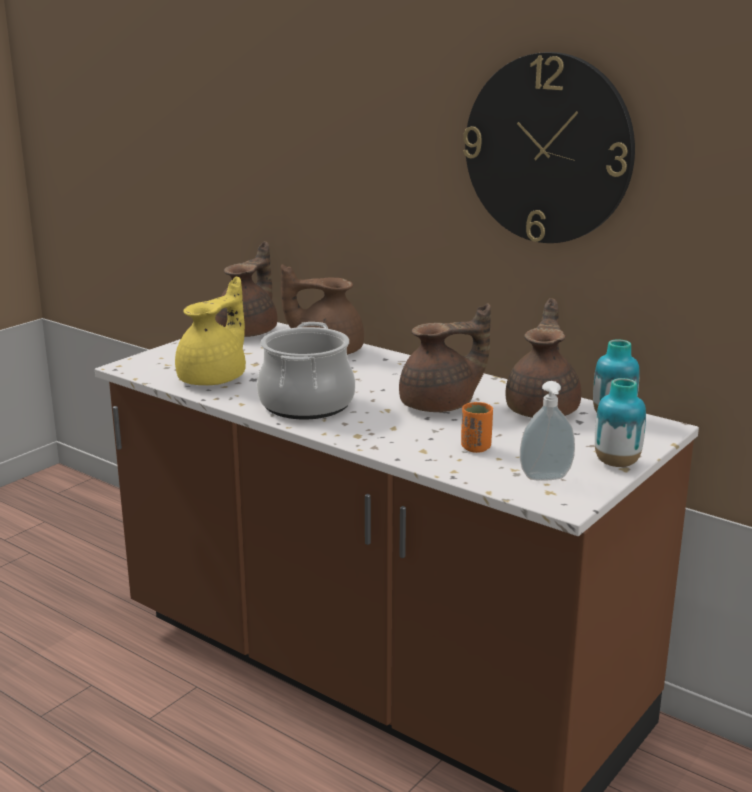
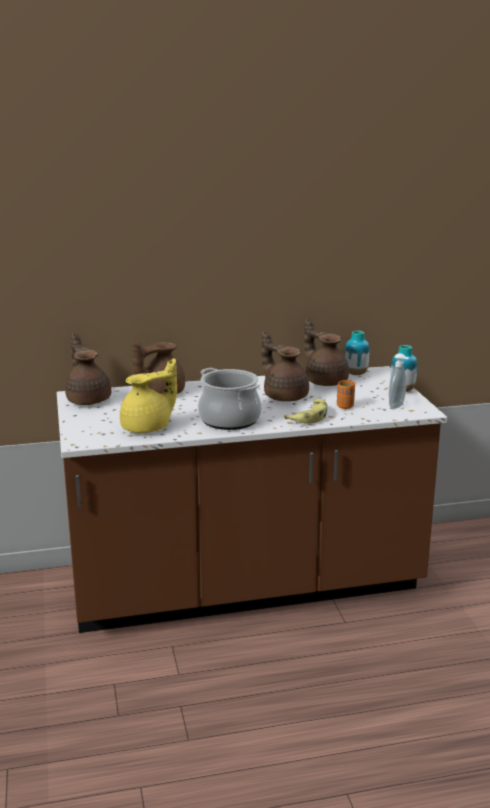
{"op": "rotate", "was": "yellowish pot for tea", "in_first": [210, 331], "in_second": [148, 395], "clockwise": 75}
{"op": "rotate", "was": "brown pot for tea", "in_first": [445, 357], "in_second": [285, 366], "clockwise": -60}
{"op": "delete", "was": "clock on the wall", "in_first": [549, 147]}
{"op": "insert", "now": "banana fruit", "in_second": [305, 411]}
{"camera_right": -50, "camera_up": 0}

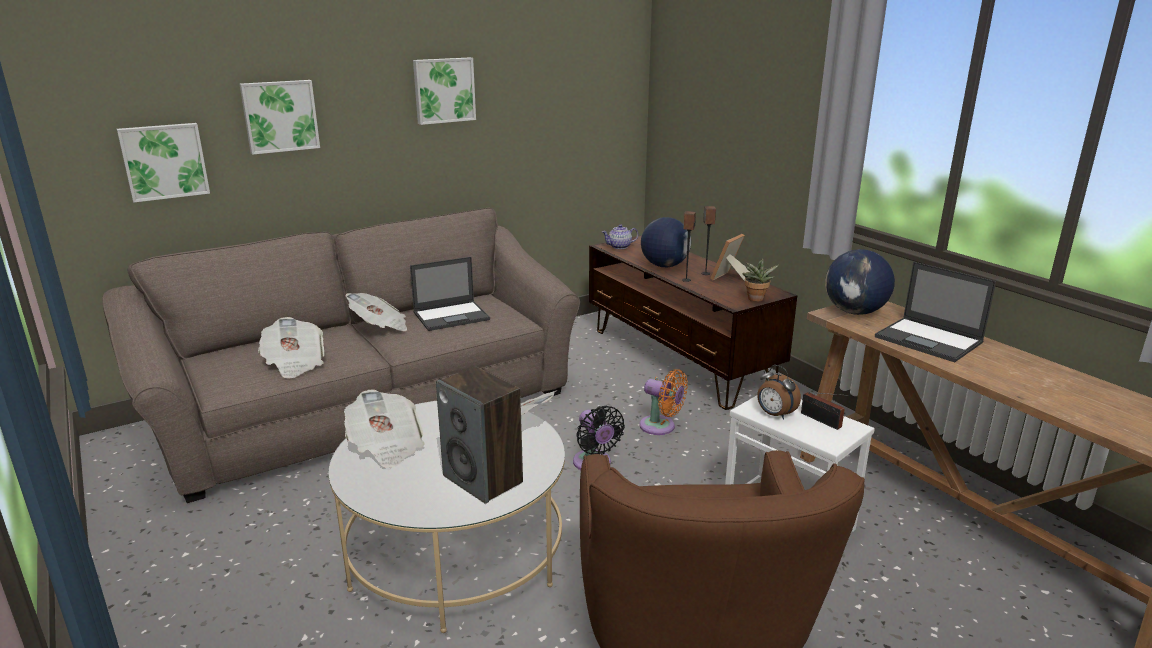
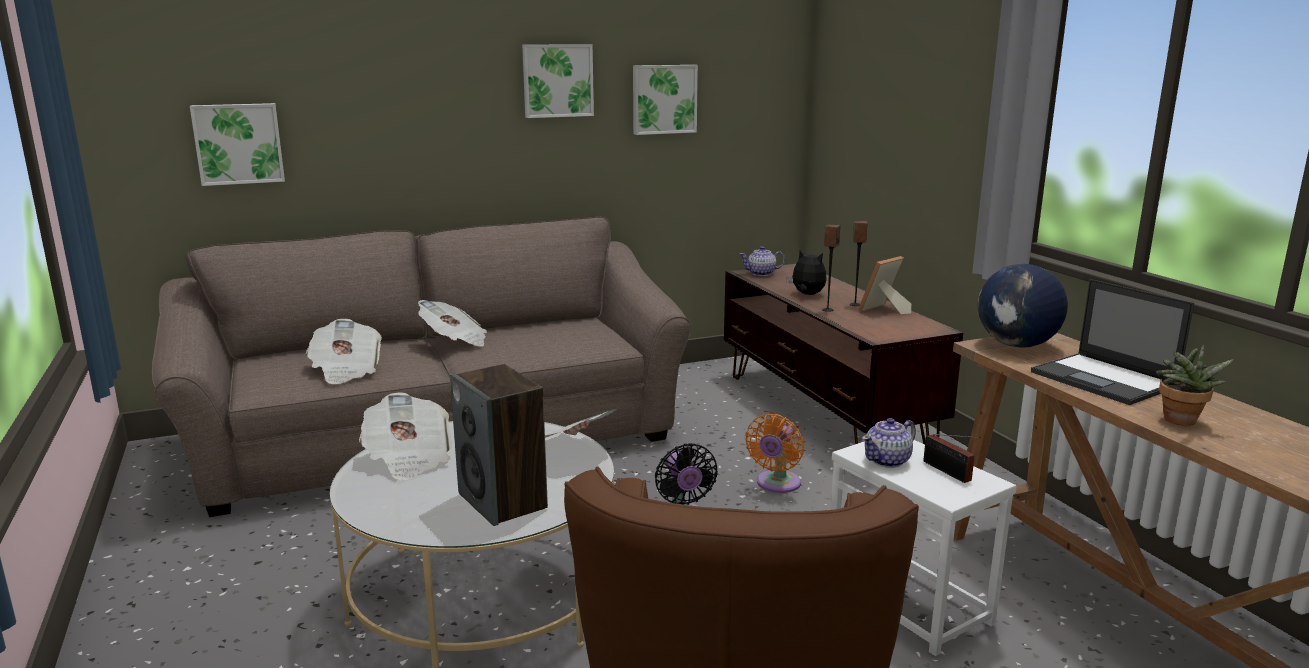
{"op": "move", "was": "wall picture", "in_first": [280, 117], "in_second": [665, 100]}
{"op": "delete", "was": "notebook computer", "in_first": [450, 294]}
{"op": "rotate", "was": "orange cooling fan", "in_first": [664, 402], "in_second": [774, 453], "clockwise": 75}
{"op": "replace", "was": "world globe", "now": "plush toy", "in_first": [666, 242], "in_second": [806, 272]}
{"op": "move", "was": "houseplant", "in_first": [761, 280], "in_second": [1195, 385]}
{"op": "replace", "was": "bedside clock", "now": "pot for tea", "in_first": [779, 392], "in_second": [889, 443]}
{"camera_right": 10, "camera_up": -5}

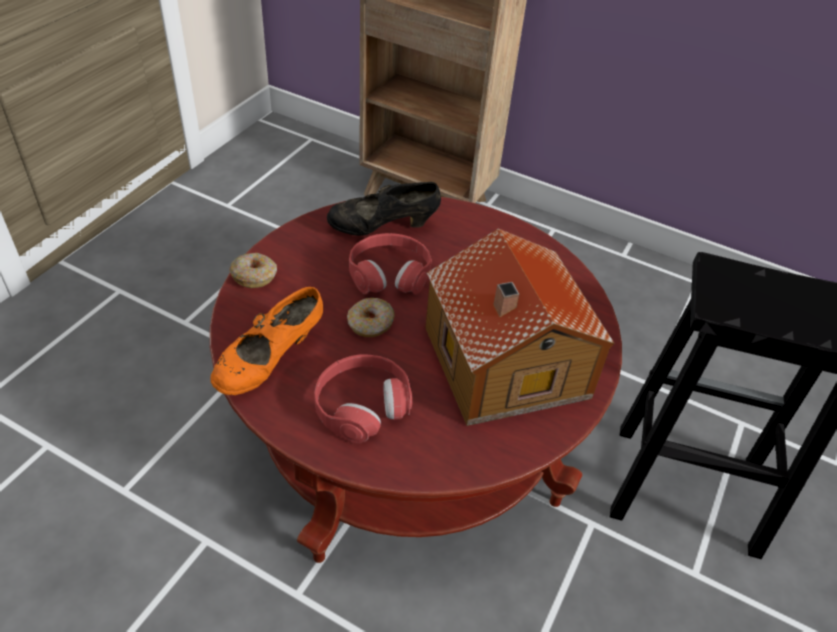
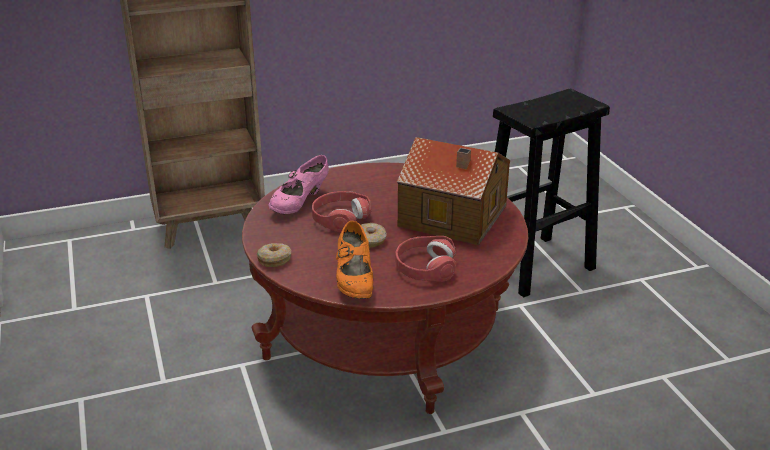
{"op": "recolor", "was": "black-coloured item of footwear", "now": "pinkish item of footwear", "in_first": [384, 209], "in_second": [298, 184]}
{"camera_right": -45, "camera_up": -15}

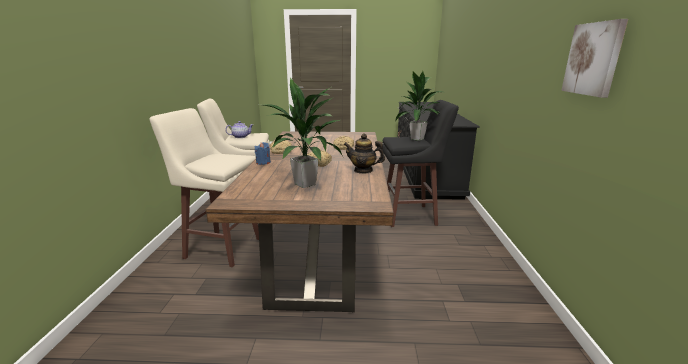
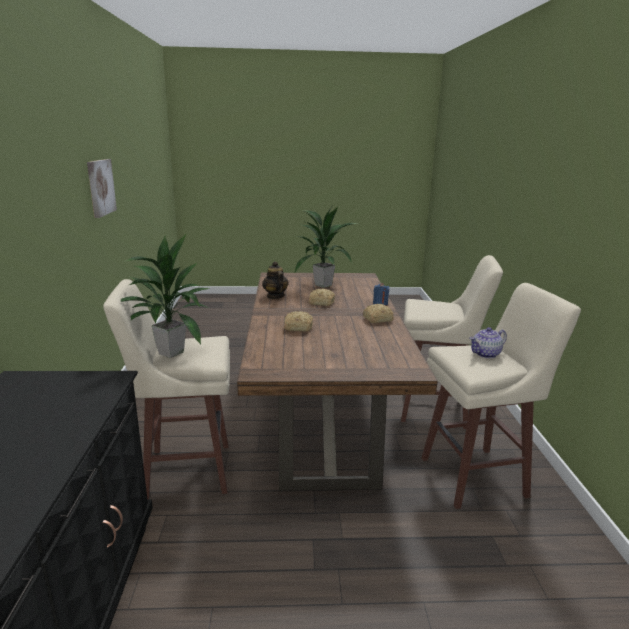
{"op": "rotate", "was": "pot for tea", "in_first": [364, 154], "in_second": [275, 280], "clockwise": -120}
{"op": "recolor", "was": "black-coloured stool seat", "now": "beige stool seat", "in_first": [421, 163], "in_second": [166, 389]}
{"camera_right": 175, "camera_up": 0}

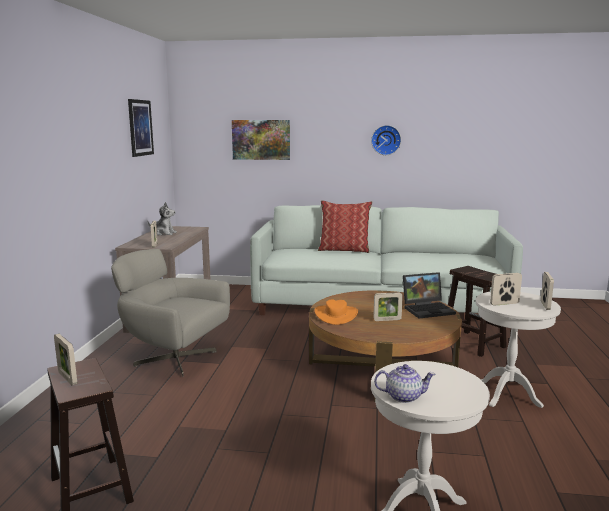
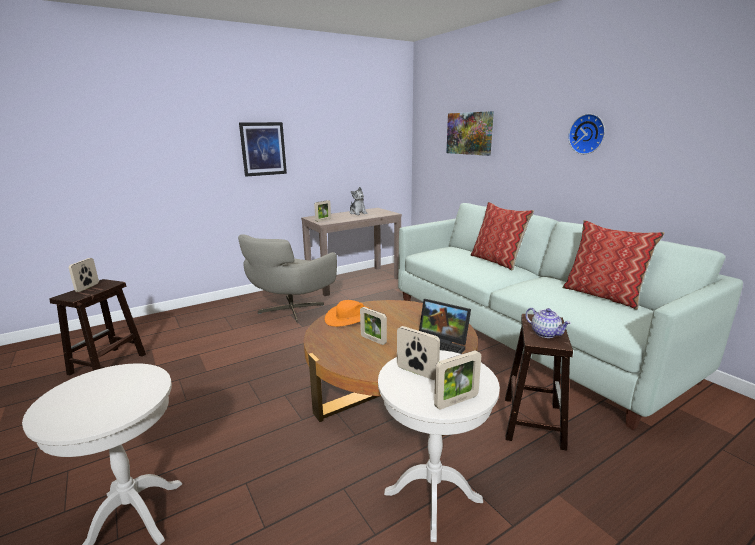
{"op": "rotate", "was": "gray armchair", "in_first": [170, 313], "in_second": [287, 278], "clockwise": -135}
{"op": "move", "was": "wall picture", "in_first": [141, 128], "in_second": [263, 149]}
{"op": "move", "was": "pot for tea", "in_first": [405, 383], "in_second": [548, 323]}
{"op": "insert", "now": "pillow", "in_second": [613, 265]}
{"camera_right": 50, "camera_up": 5}

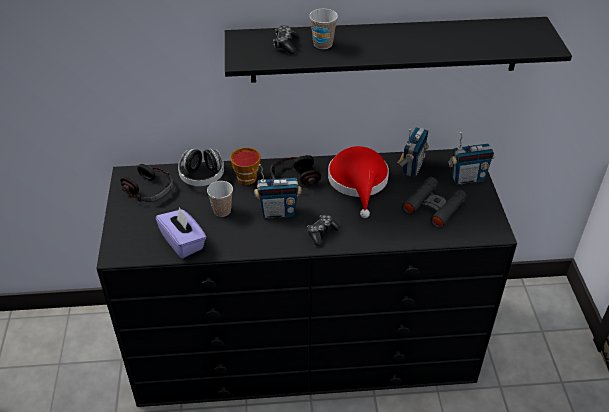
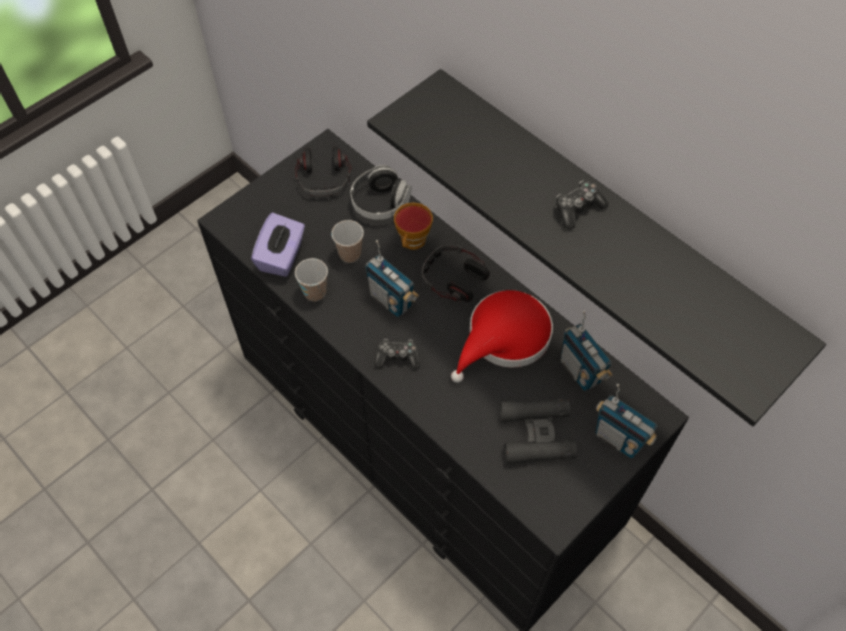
{"op": "move", "was": "joypad", "in_first": [286, 40], "in_second": [582, 205]}
{"op": "move", "was": "small cup", "in_first": [323, 29], "in_second": [311, 279]}
{"op": "rotate", "was": "radio receiver", "in_first": [413, 152], "in_second": [586, 351], "clockwise": 75}
{"camera_right": 50, "camera_up": 15}

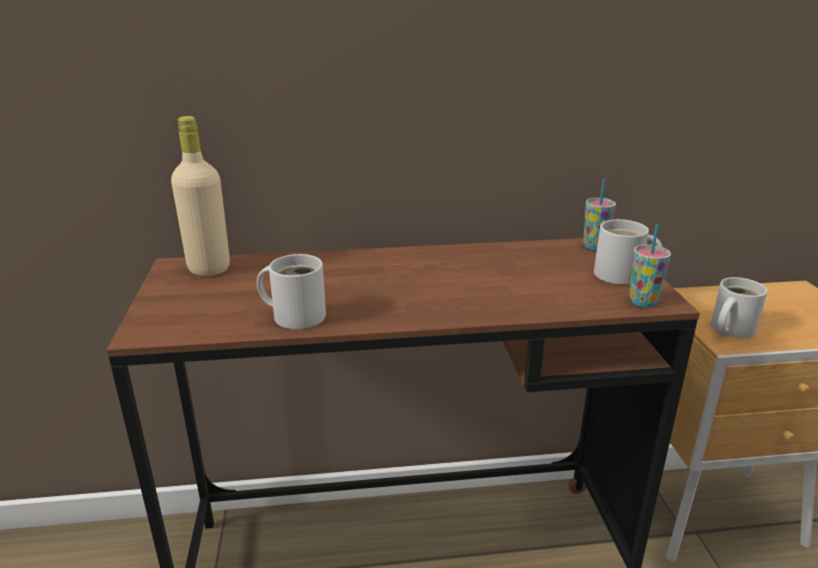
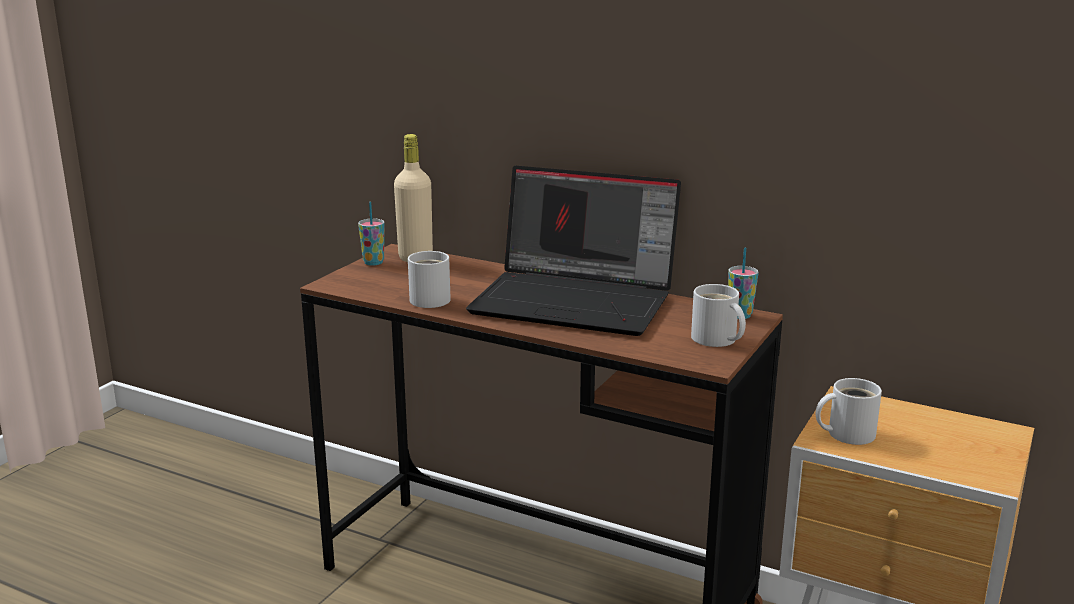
{"op": "move", "was": "small cup", "in_first": [650, 265], "in_second": [371, 234]}
{"op": "insert", "now": "notebook computer", "in_second": [573, 251]}
{"camera_right": 35, "camera_up": -5}

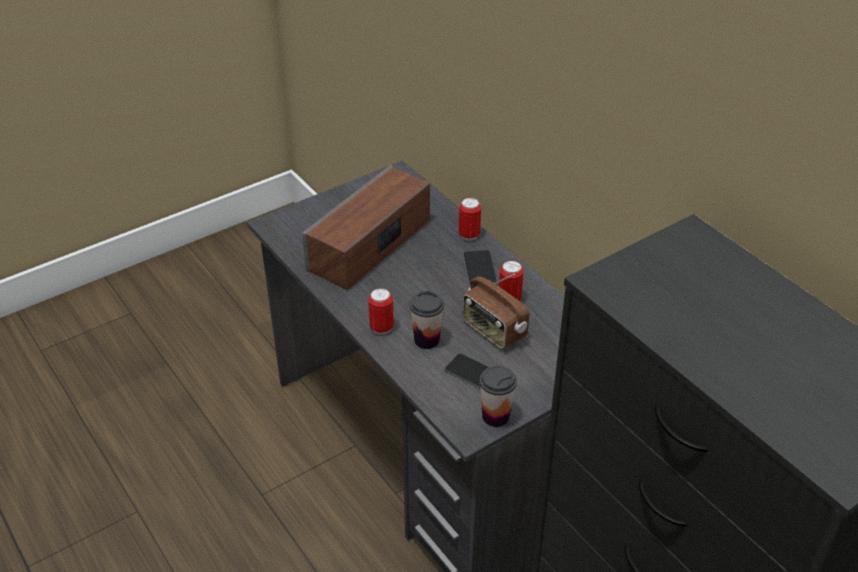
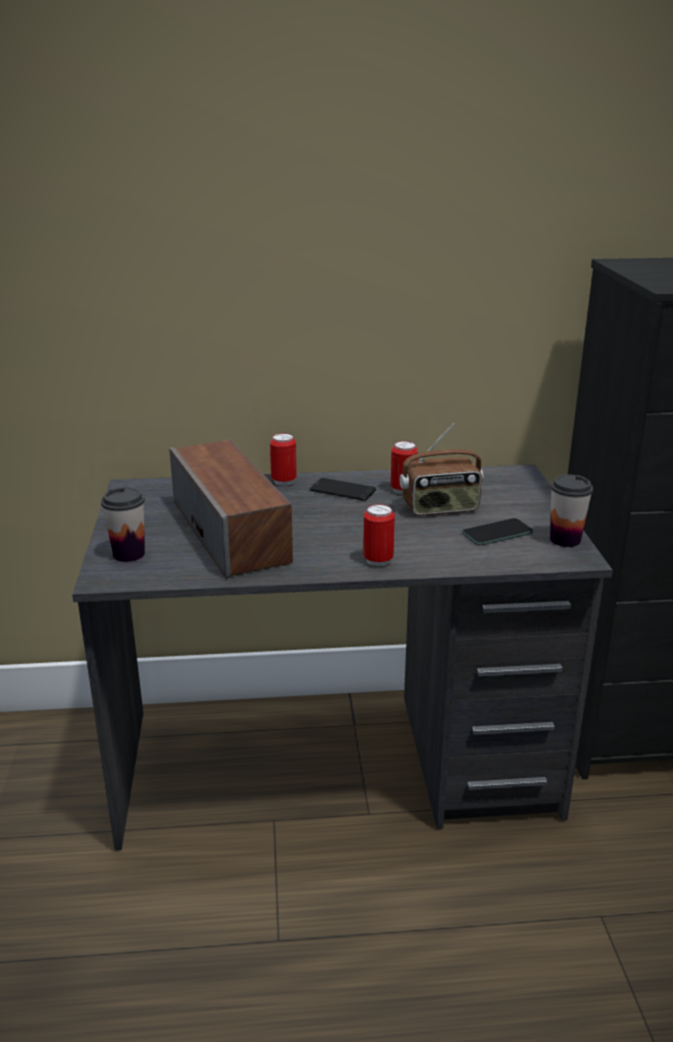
{"op": "move", "was": "small cup", "in_first": [427, 320], "in_second": [123, 524]}
{"camera_right": -60, "camera_up": -15}

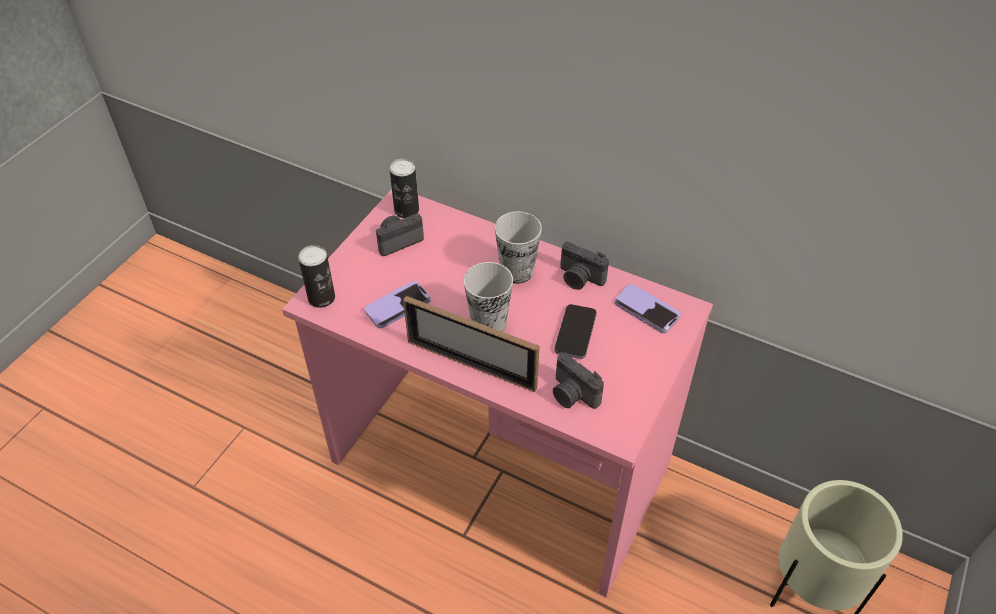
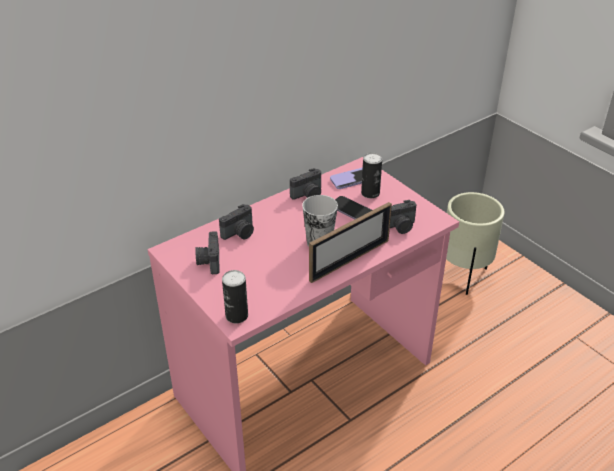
{"op": "delete", "was": "handset", "in_first": [398, 304]}
{"op": "move", "was": "sealed can", "in_first": [404, 188], "in_second": [371, 175]}
{"op": "delete", "was": "small cup", "in_first": [518, 248]}
{"op": "insert", "now": "still camera", "in_second": [236, 222]}
{"camera_right": -65, "camera_up": -10}

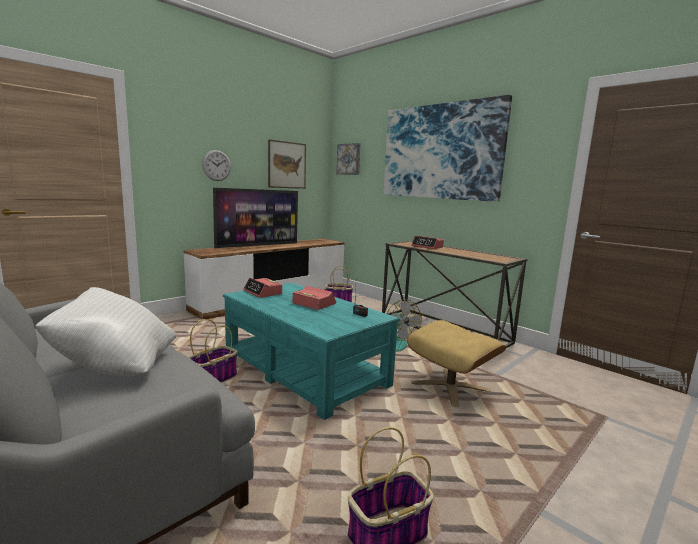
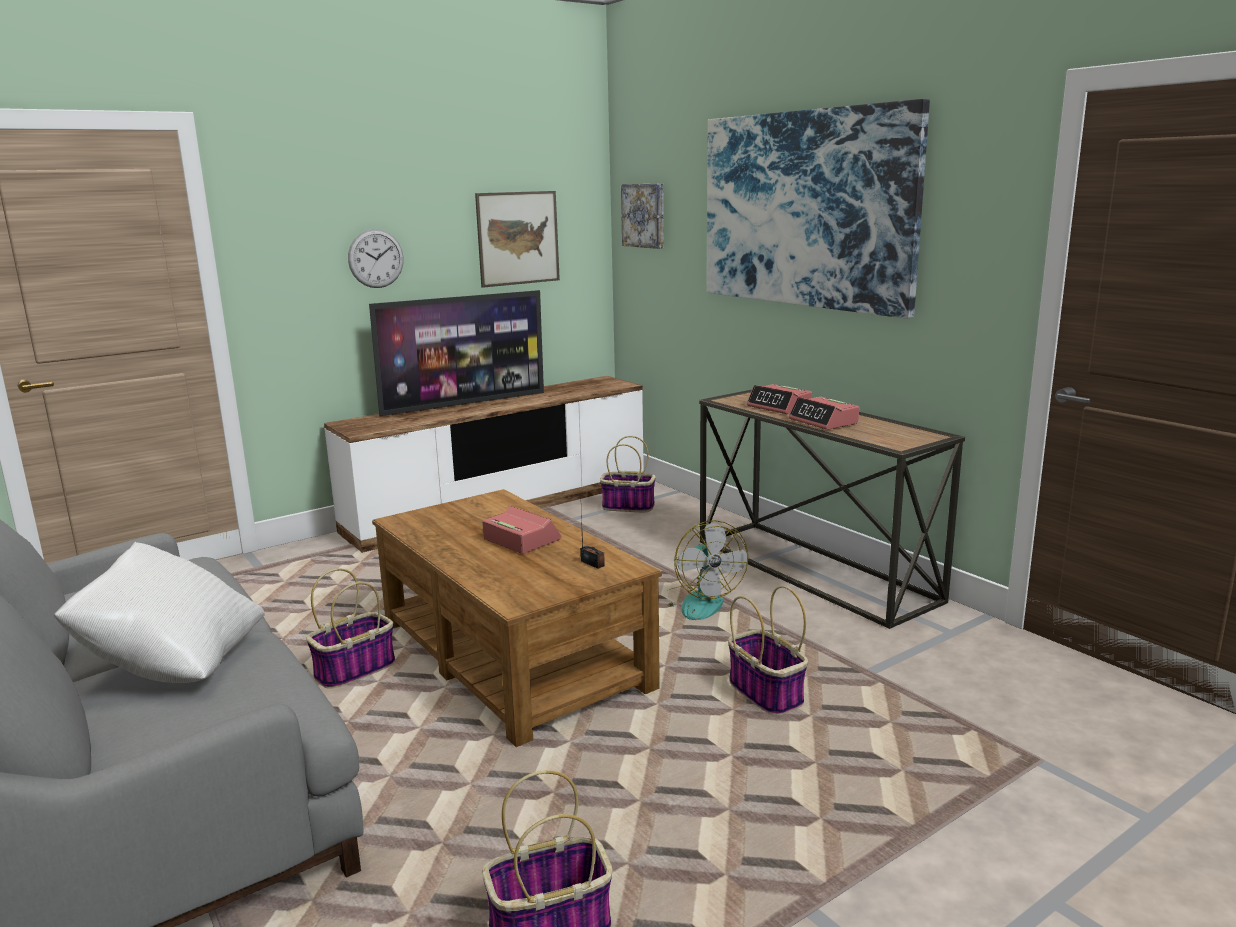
{"op": "recolor", "was": "turquoise-coloured coffee table", "now": "brown coffee table", "in_first": [311, 351], "in_second": [517, 618]}
{"op": "move", "was": "bedside clock", "in_first": [262, 288], "in_second": [824, 413]}
{"op": "replace", "was": "beige footrest", "now": "household basket", "in_first": [456, 363], "in_second": [768, 650]}
{"camera_right": 10, "camera_up": 5}

